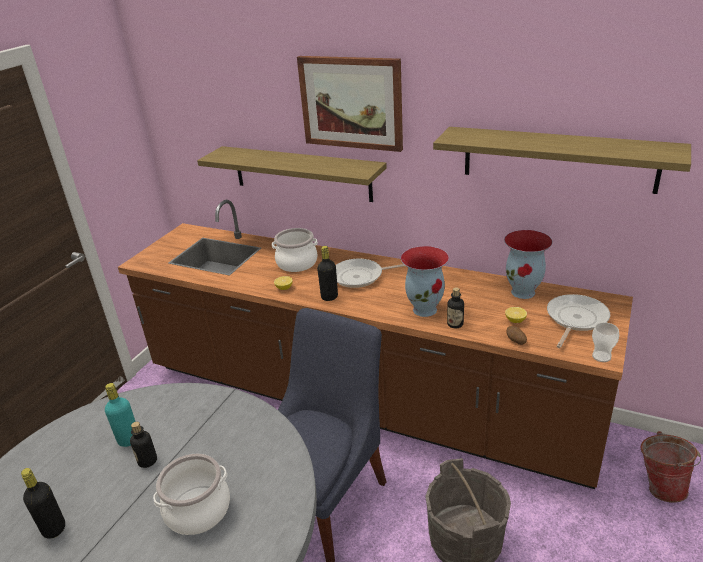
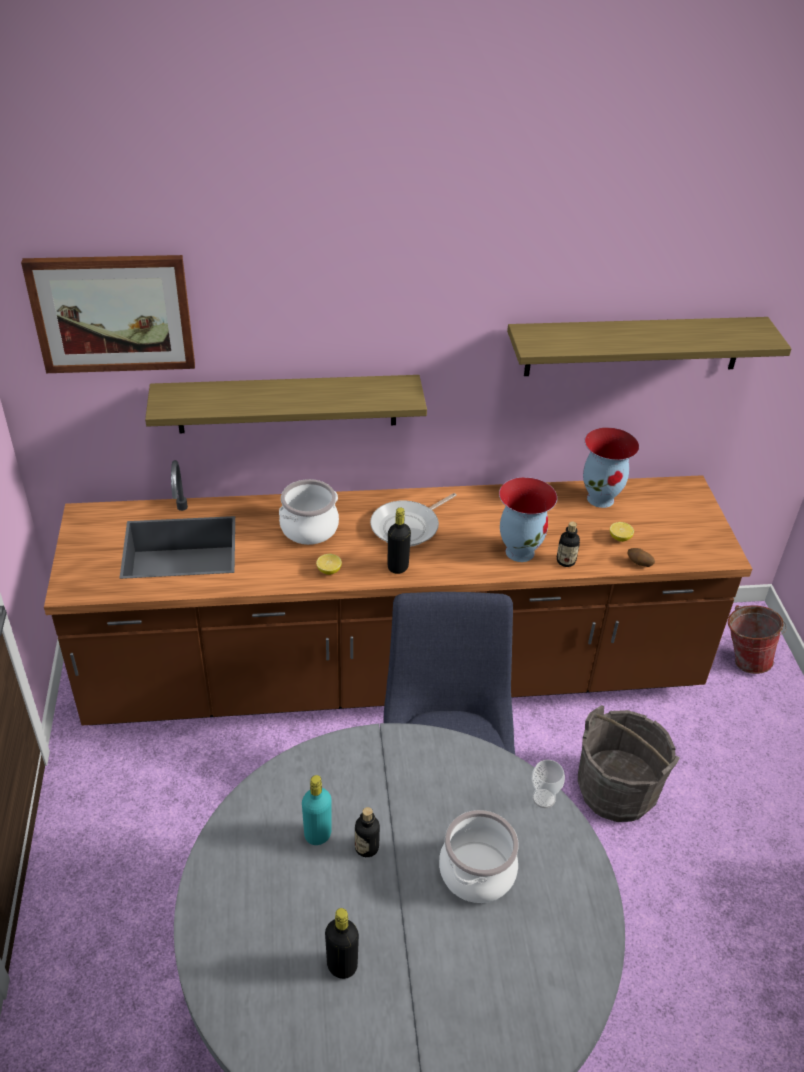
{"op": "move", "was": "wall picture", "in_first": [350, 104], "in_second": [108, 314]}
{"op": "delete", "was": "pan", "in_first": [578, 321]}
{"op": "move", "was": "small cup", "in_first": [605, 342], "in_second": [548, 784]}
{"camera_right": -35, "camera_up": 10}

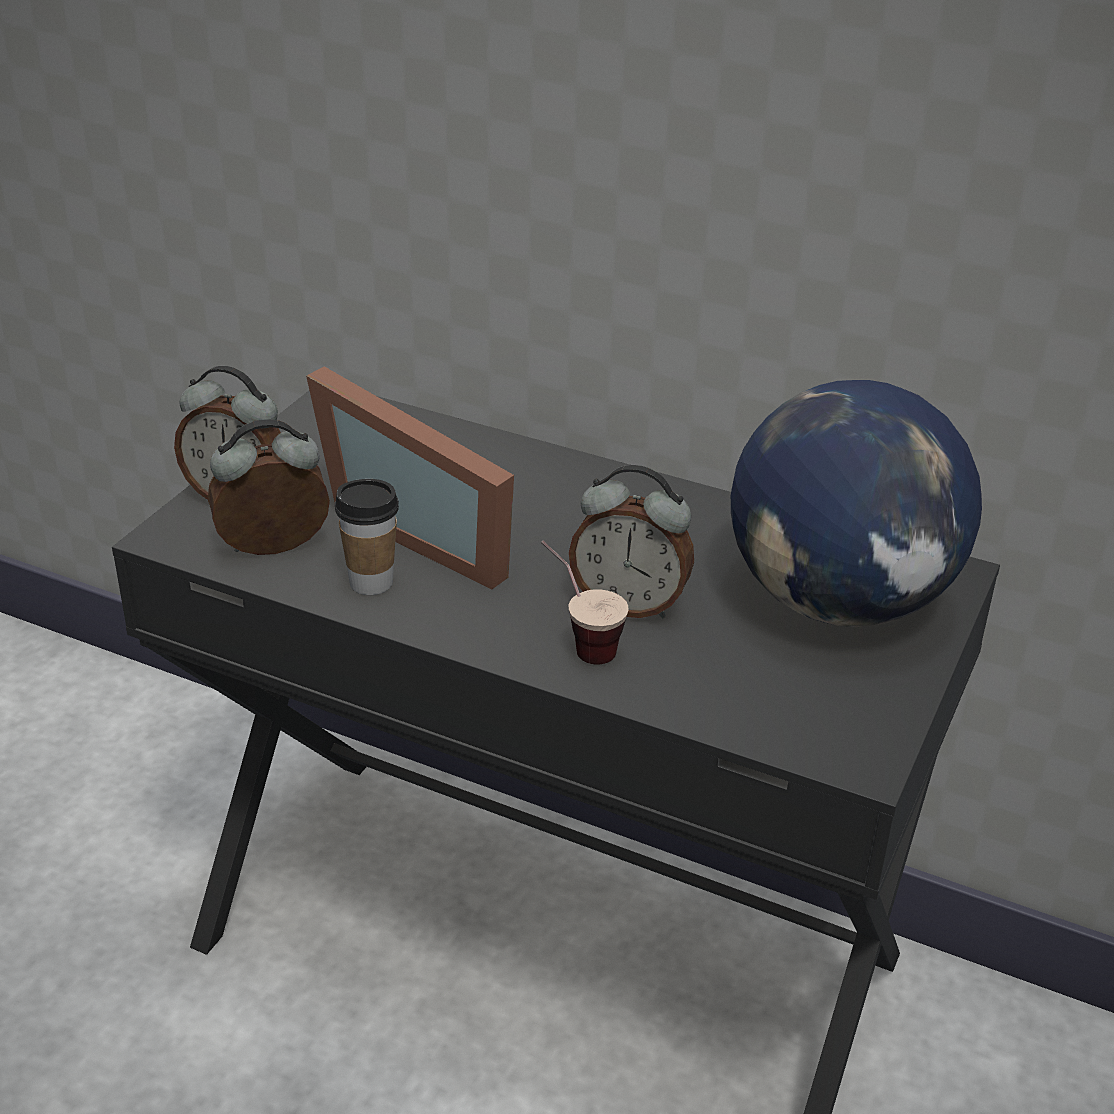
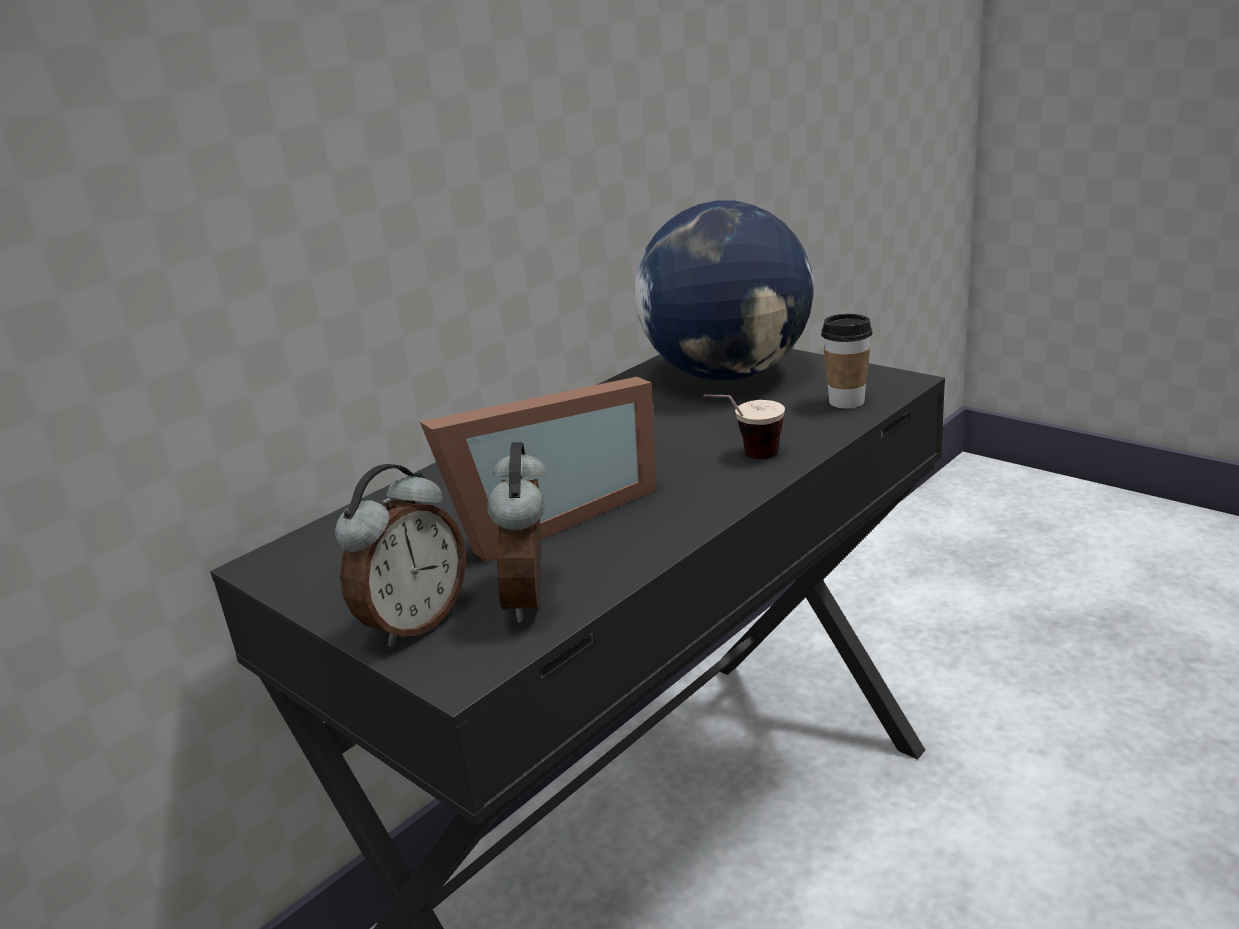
{"op": "move", "was": "small cup", "in_first": [367, 537], "in_second": [847, 361]}
{"op": "delete", "was": "bedside clock", "in_first": [631, 541]}
{"camera_right": -70, "camera_up": -10}

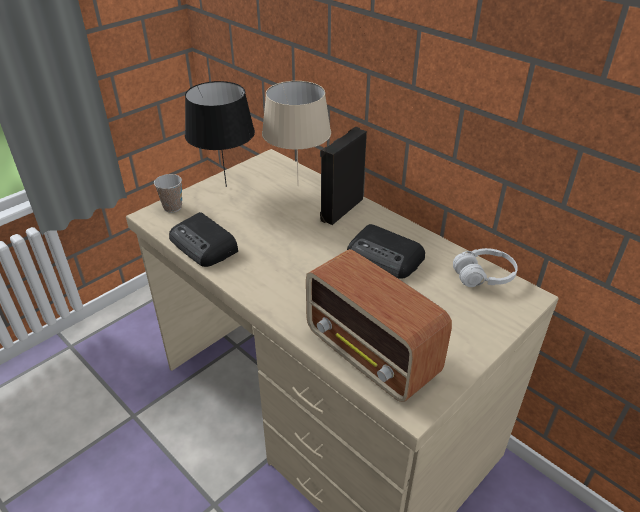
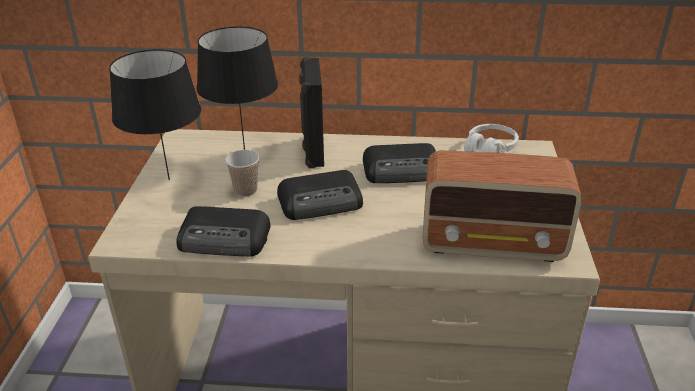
{"op": "move", "was": "small cup", "in_first": [168, 193], "in_second": [242, 173]}
{"op": "recolor", "was": "beige lamp for a table", "now": "black-coloured lamp for a table", "in_first": [296, 133], "in_second": [237, 88]}
{"op": "insert", "now": "radio receiver", "in_second": [320, 195]}
{"camera_right": -40, "camera_up": -5}

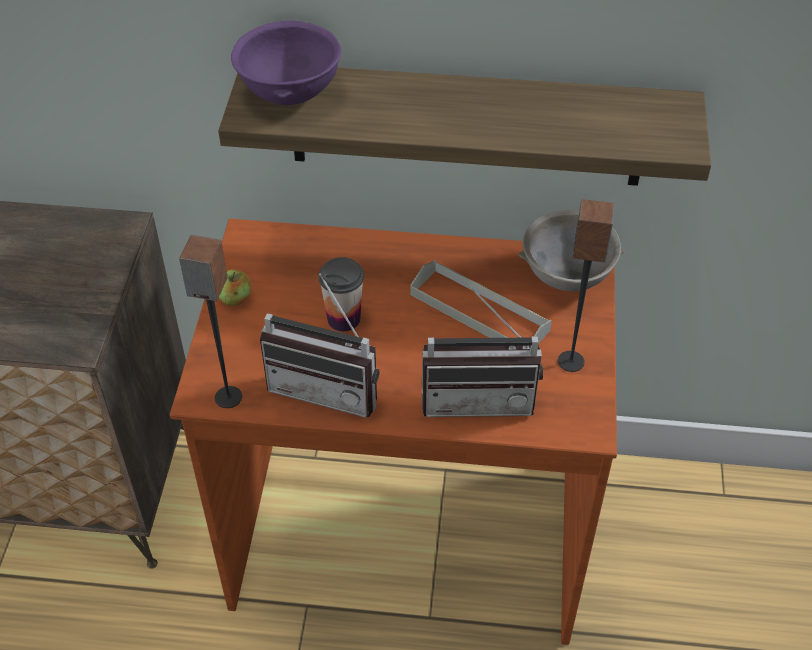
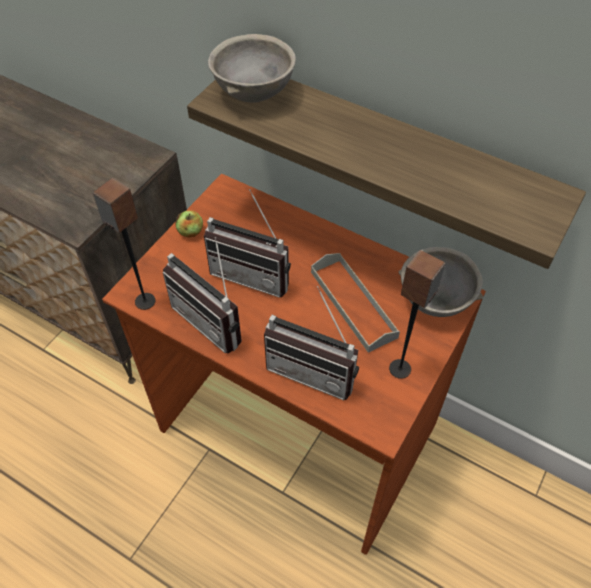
{"op": "recolor", "was": "purple bowl", "now": "gray bowl", "in_first": [286, 62], "in_second": [252, 68]}
{"op": "replace", "was": "small cup", "now": "radio receiver", "in_first": [341, 294], "in_second": [247, 243]}
{"camera_right": 25, "camera_up": 5}

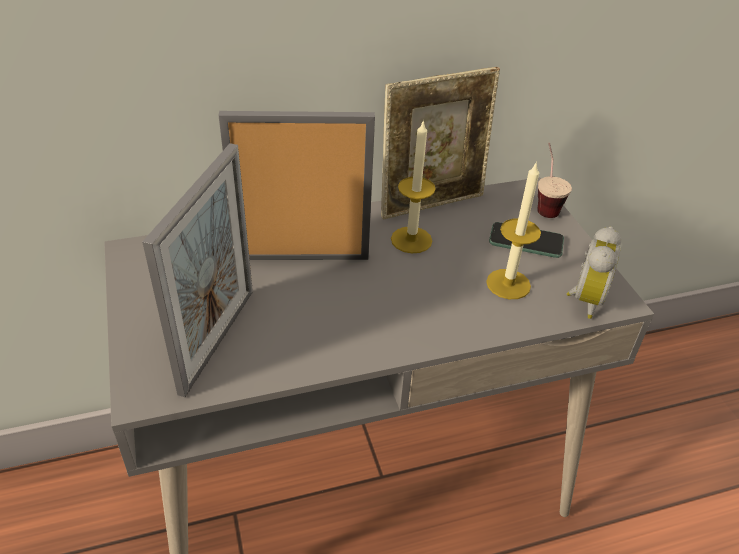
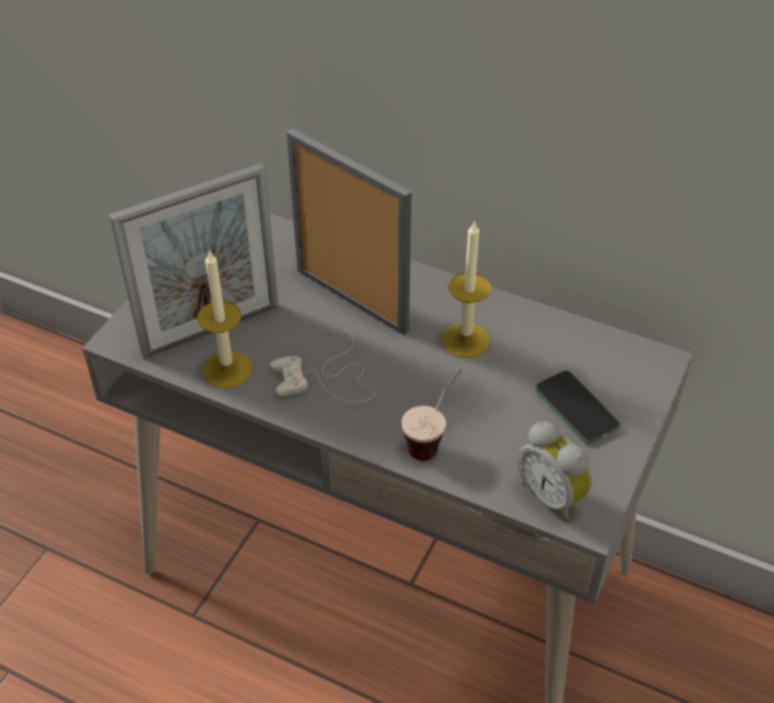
{"op": "delete", "was": "standing frame", "in_first": [440, 143]}
{"op": "move", "was": "candle", "in_first": [513, 230], "in_second": [225, 319]}
{"op": "move", "was": "small cup", "in_first": [554, 180], "in_second": [431, 414]}
{"op": "rotate", "was": "bedside clock", "in_first": [593, 272], "in_second": [554, 471], "clockwise": 75}
{"op": "insert", "now": "whitish joypad", "in_second": [322, 364]}
{"camera_right": 45, "camera_up": 5}

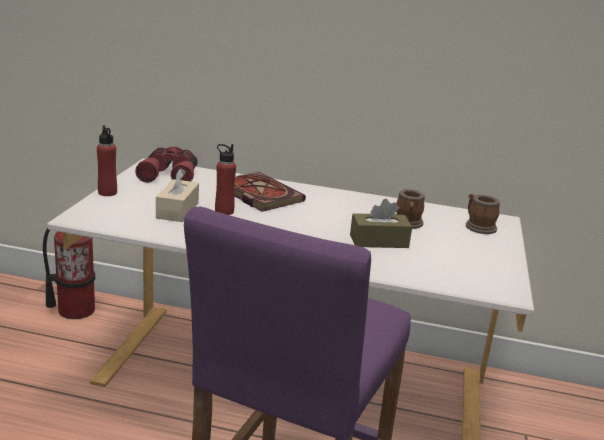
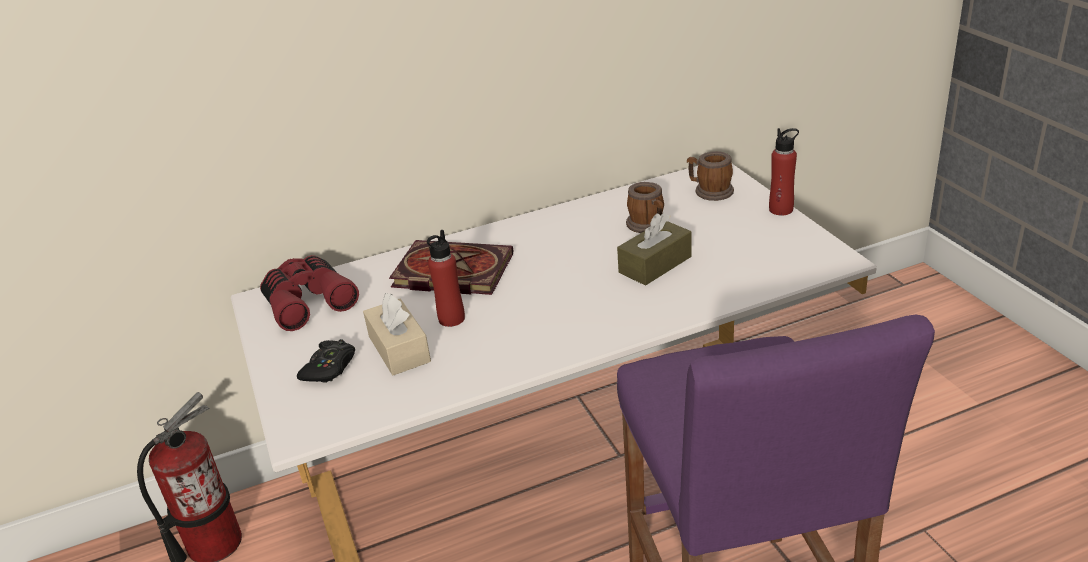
{"op": "move", "was": "red-coloured beverage bottle", "in_first": [107, 160], "in_second": [784, 171]}
{"op": "insert", "now": "black-coloured joypad", "in_second": [326, 361]}
{"camera_right": -30, "camera_up": 10}

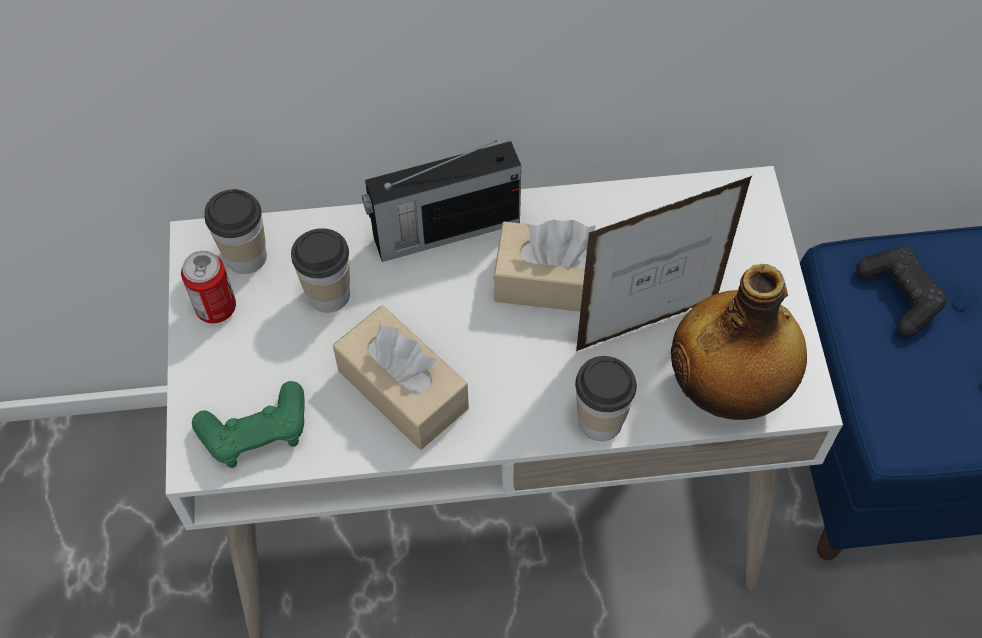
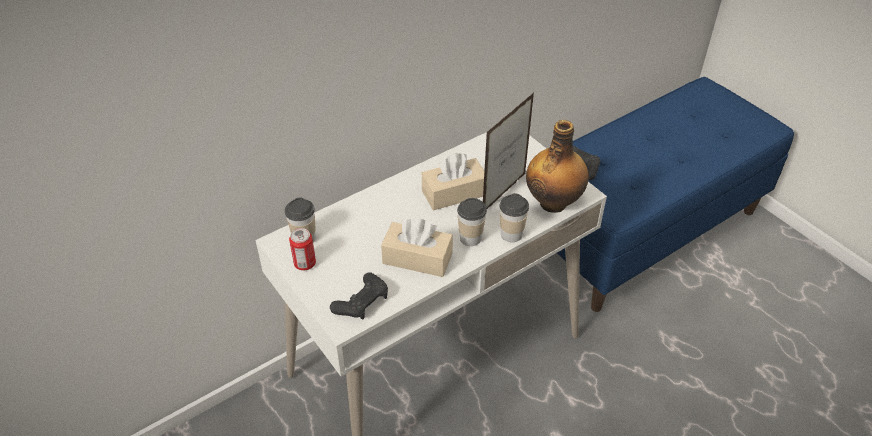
{"op": "recolor", "was": "greenish joypad", "now": "black-coloured joypad", "in_first": [248, 424], "in_second": [359, 295]}
{"op": "move", "was": "small cup", "in_first": [320, 270], "in_second": [472, 222]}
{"op": "delete", "was": "radio receiver", "in_first": [441, 201]}
{"camera_right": -30, "camera_up": -15}

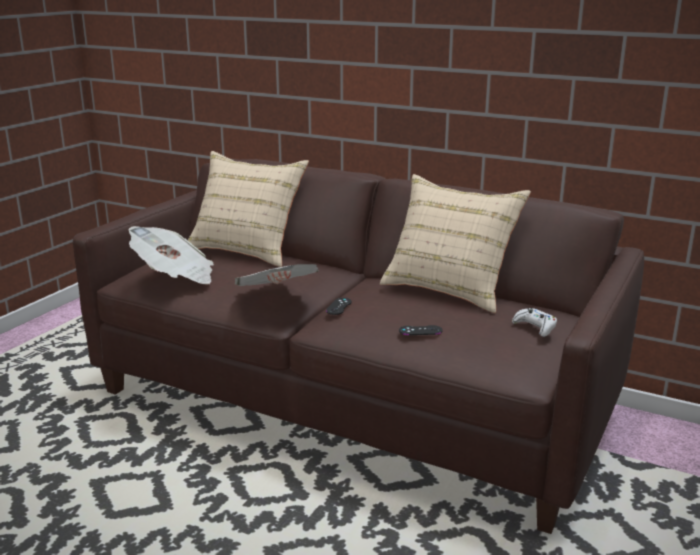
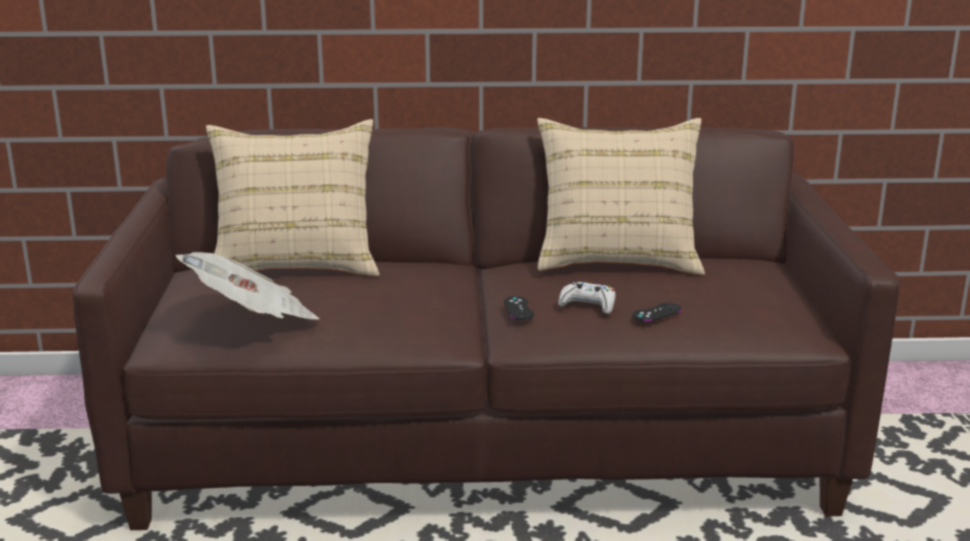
{"op": "delete", "was": "newspaper", "in_first": [277, 275]}
{"op": "move", "was": "whitish joypad", "in_first": [534, 322], "in_second": [586, 298]}
{"camera_right": -30, "camera_up": 0}

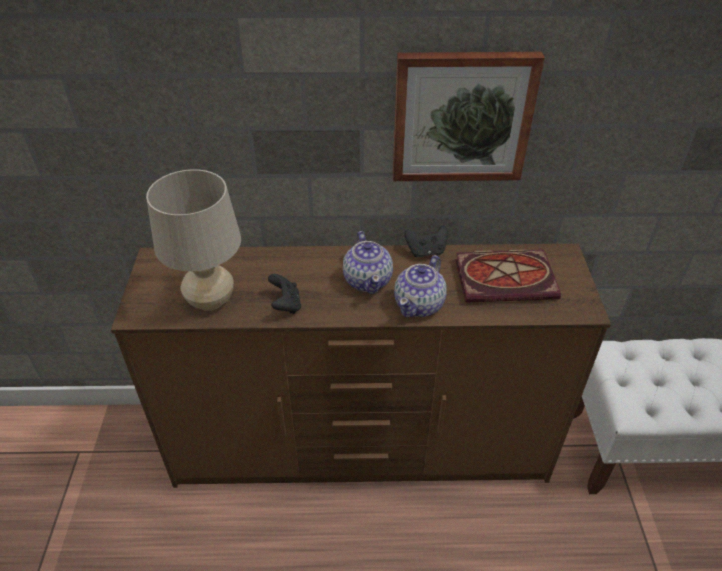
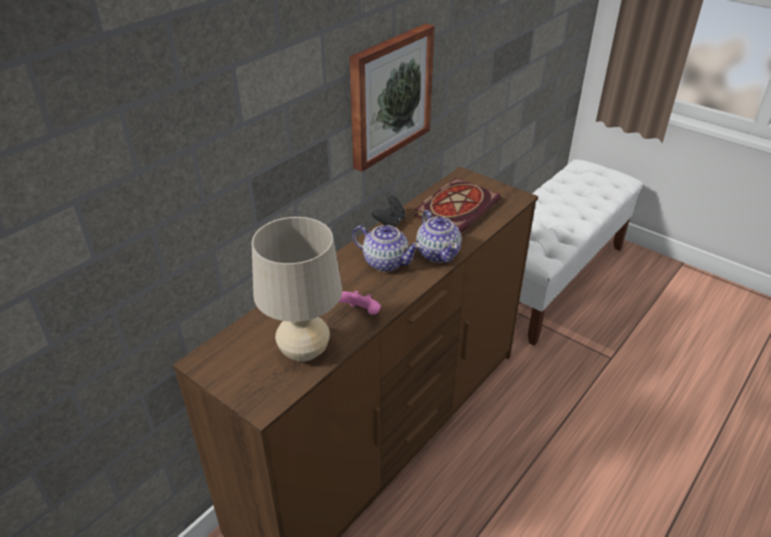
{"op": "recolor", "was": "black-coloured joypad", "now": "pinkish joypad", "in_first": [284, 294], "in_second": [360, 303]}
{"camera_right": -50, "camera_up": -5}

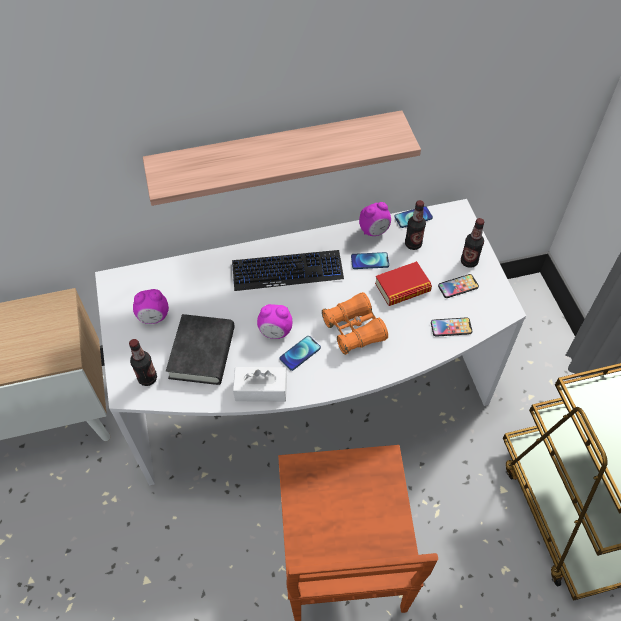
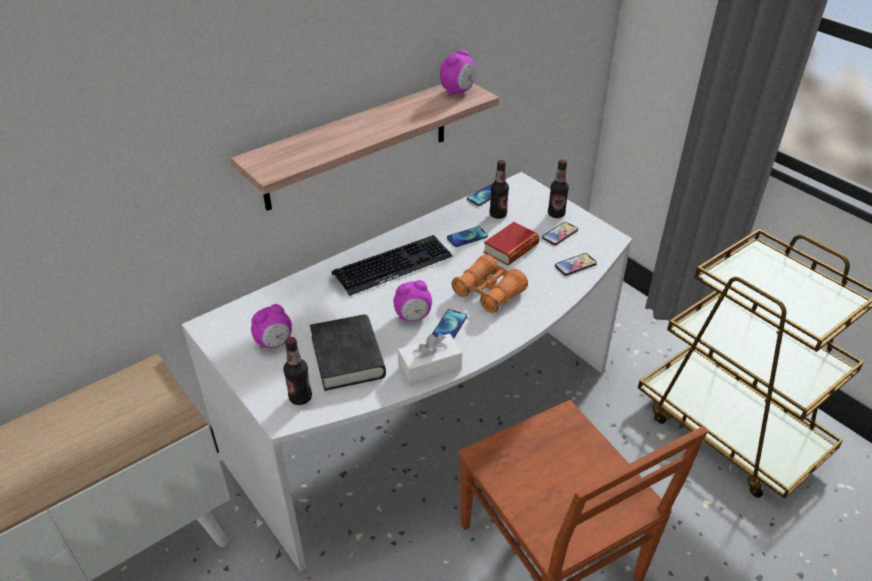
{"op": "move", "was": "bedside clock", "in_first": [375, 219], "in_second": [458, 73]}
{"camera_right": -25, "camera_up": -15}

